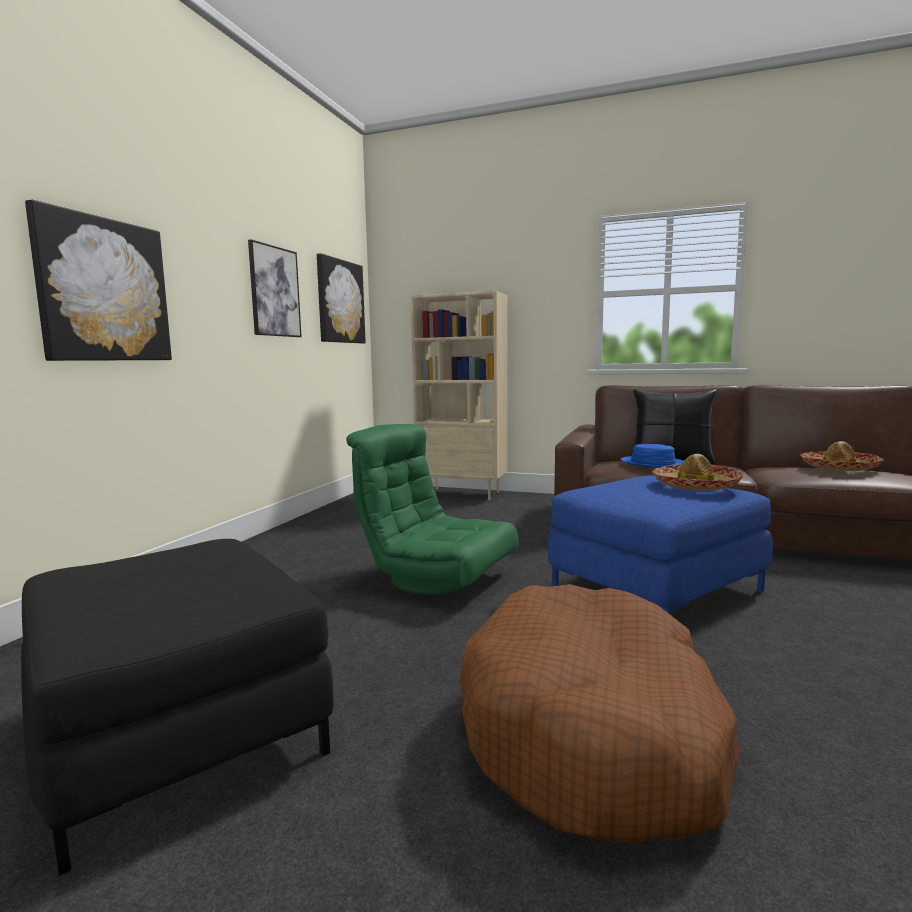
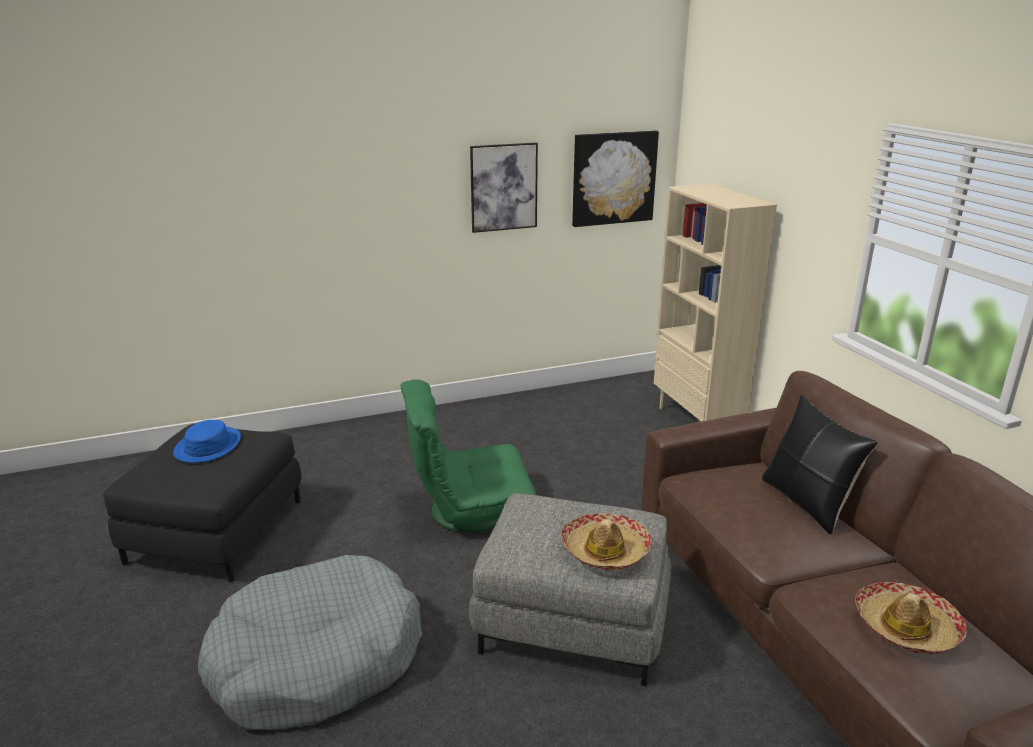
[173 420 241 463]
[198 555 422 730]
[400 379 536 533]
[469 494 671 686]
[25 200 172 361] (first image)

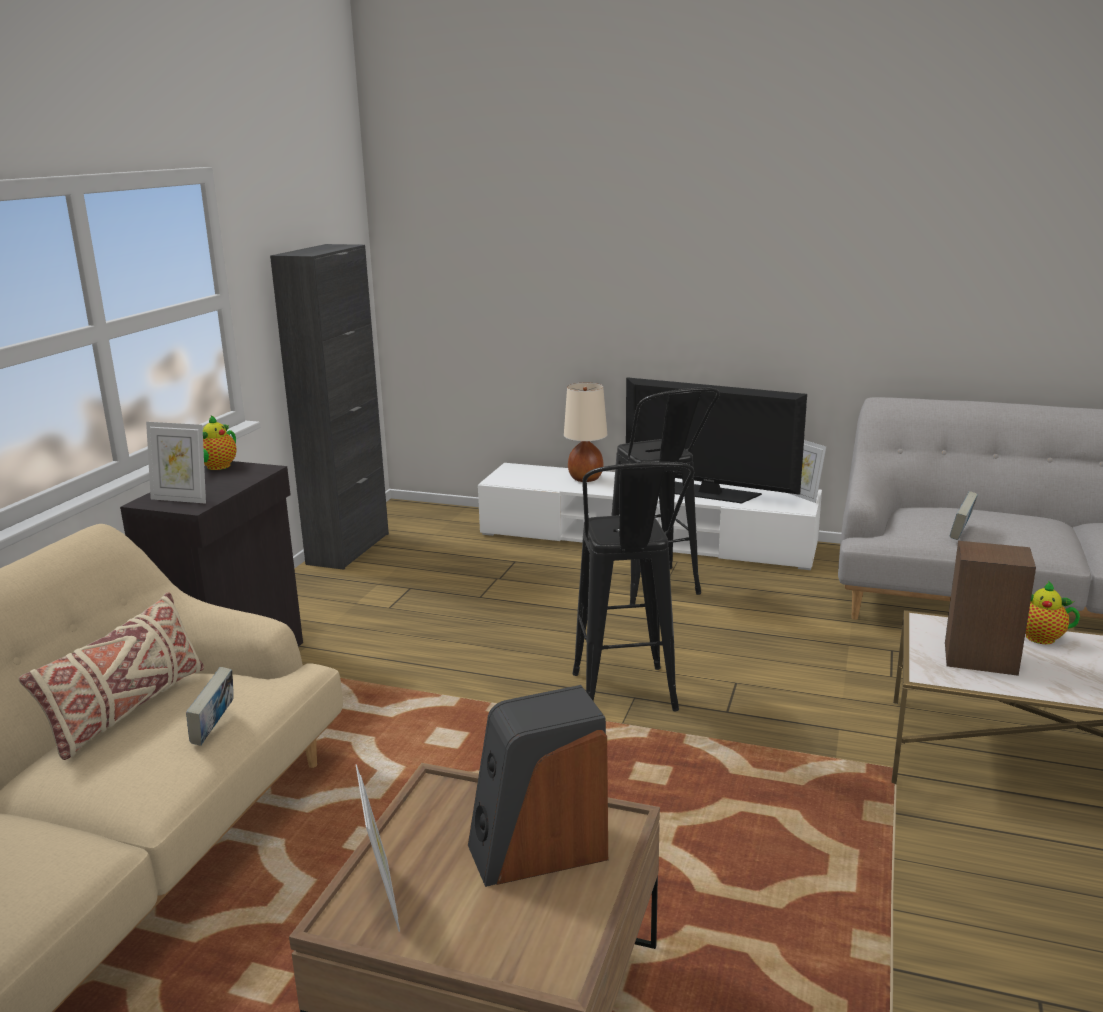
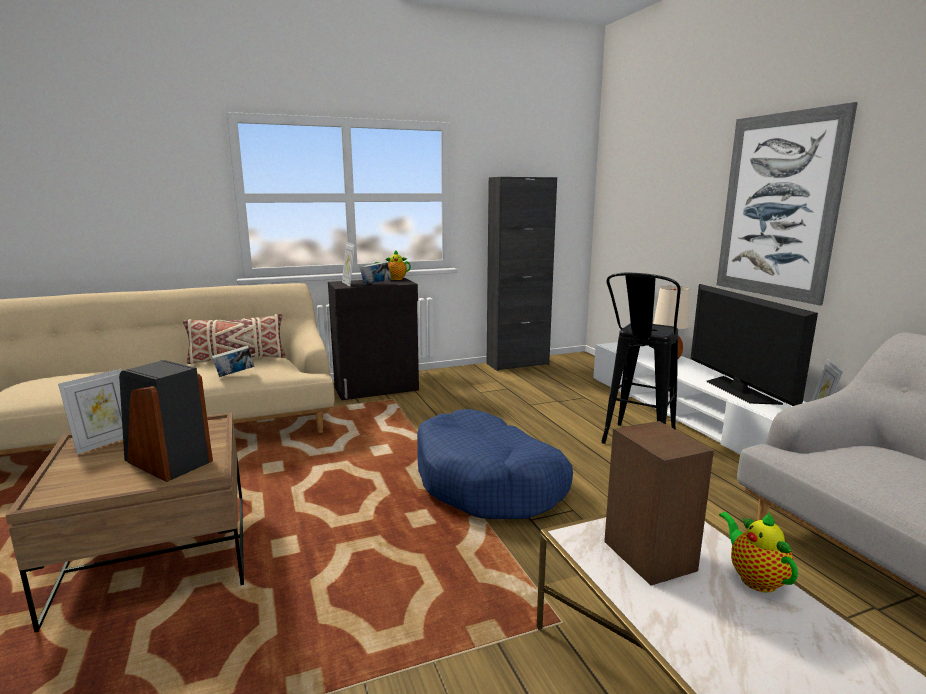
[360 261 391 285]
[417 409 573 519]
[717 102 858 305]

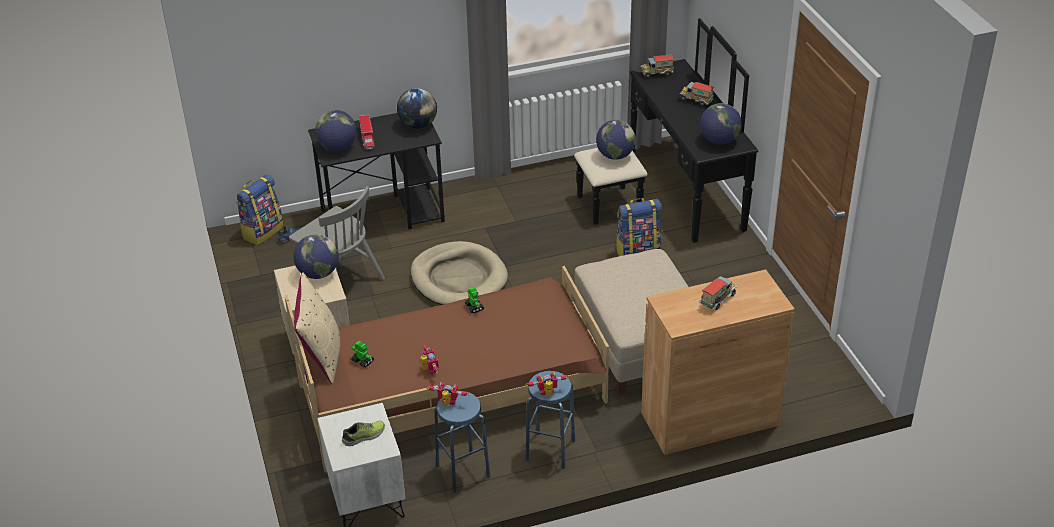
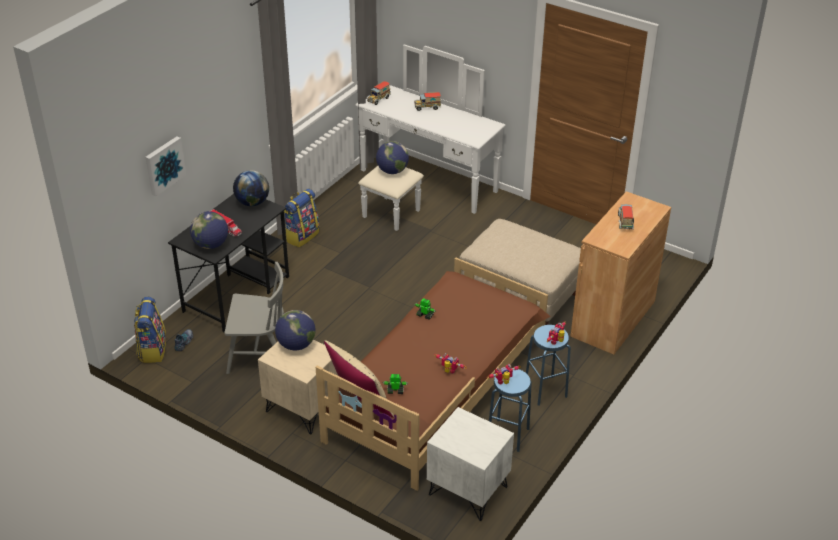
[145 136 186 196]
[284 189 320 247]
[356 44 505 231]
[342 421 385 446] (first image)
[411 241 508 305] (first image)
[700 103 742 145] (first image)

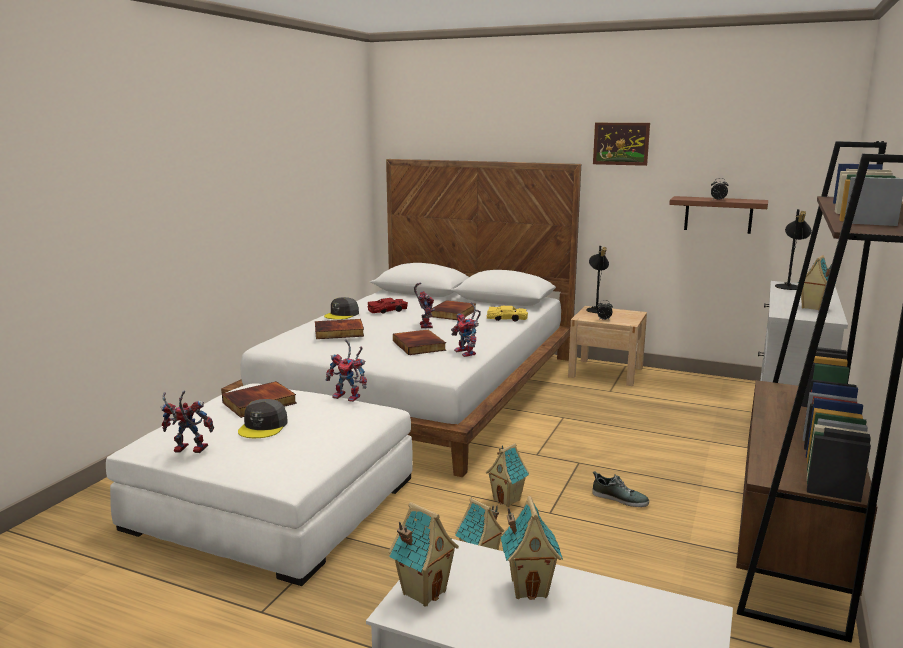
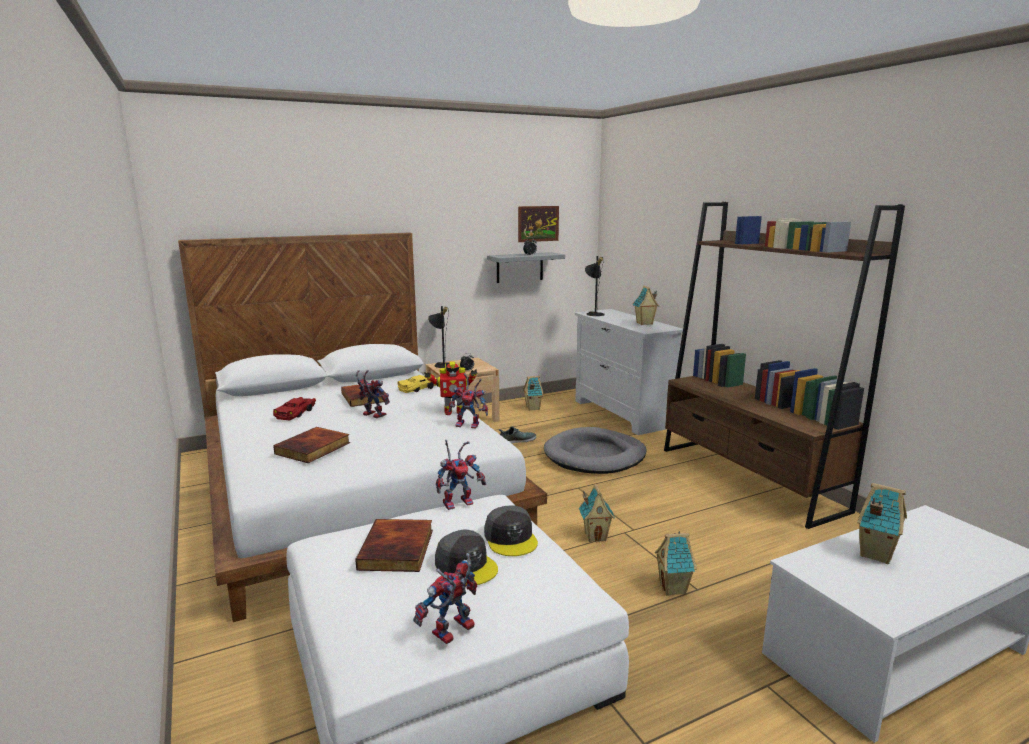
[424 361 478 415]
[484 506 538 556]
[487 252 565 283]
[499 426 536 443]
[518 206 559 242]
[523 376 544 411]
[544 427 647 474]
[393 329 446 355] (first image)

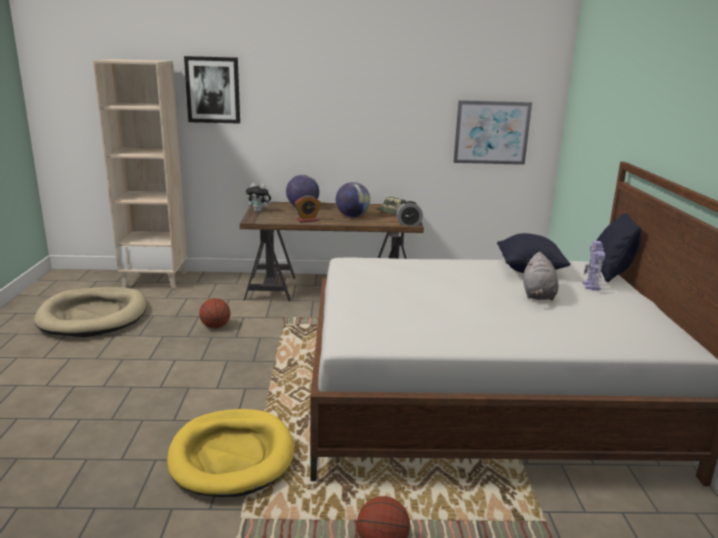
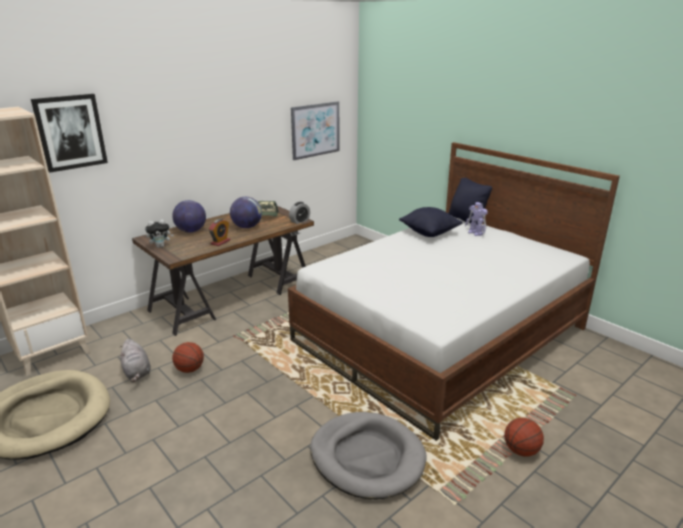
[119 339 151 382]
[310 412 426 499]

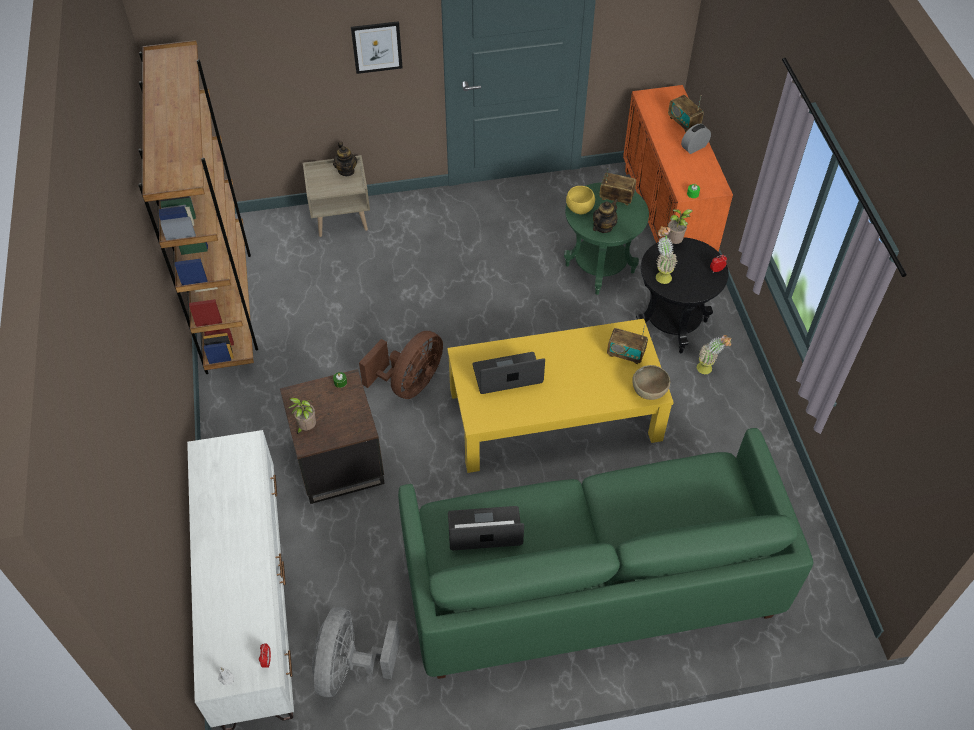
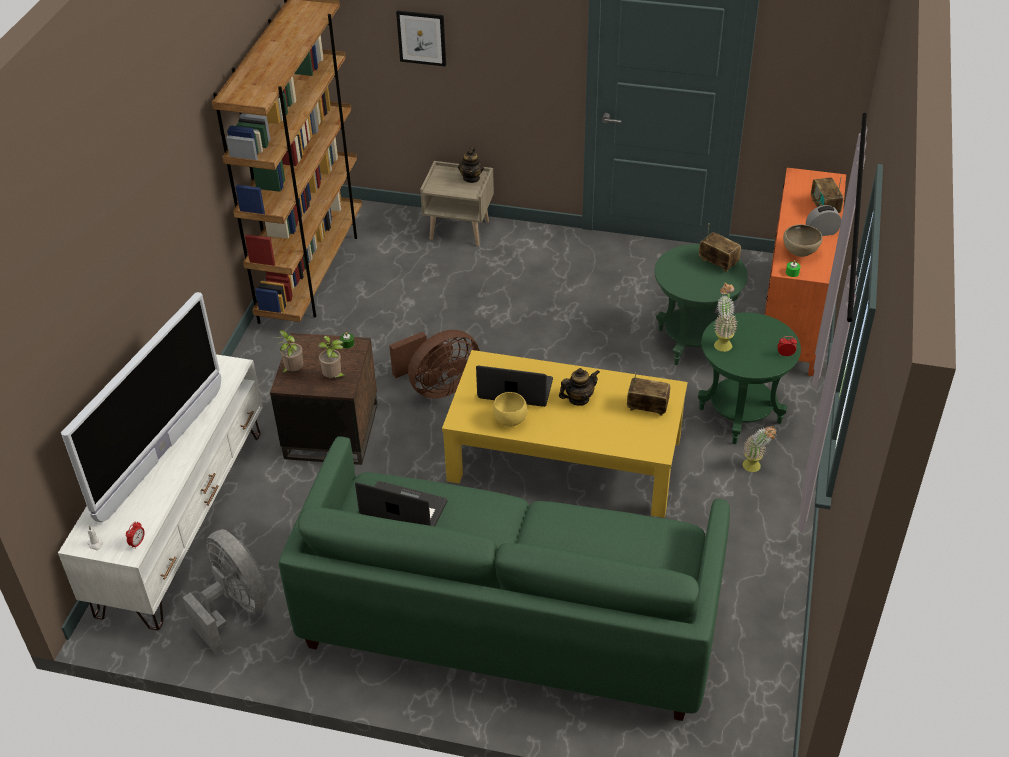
[61 292 221 522]
[183 529 269 654]
[319 336 347 378]
[396 10 446 67]
[493 392 528 427]
[559 368 600 406]
[627 372 670 416]
[698 312 801 444]
[783 224 822 257]

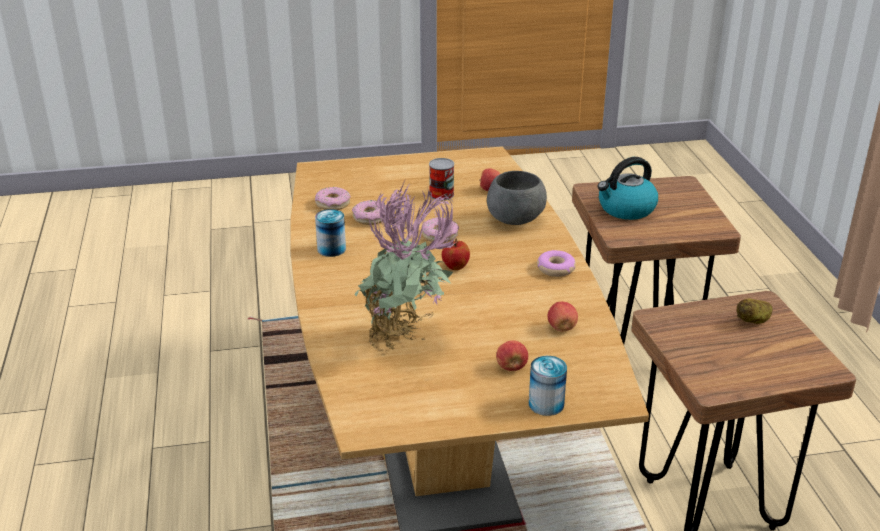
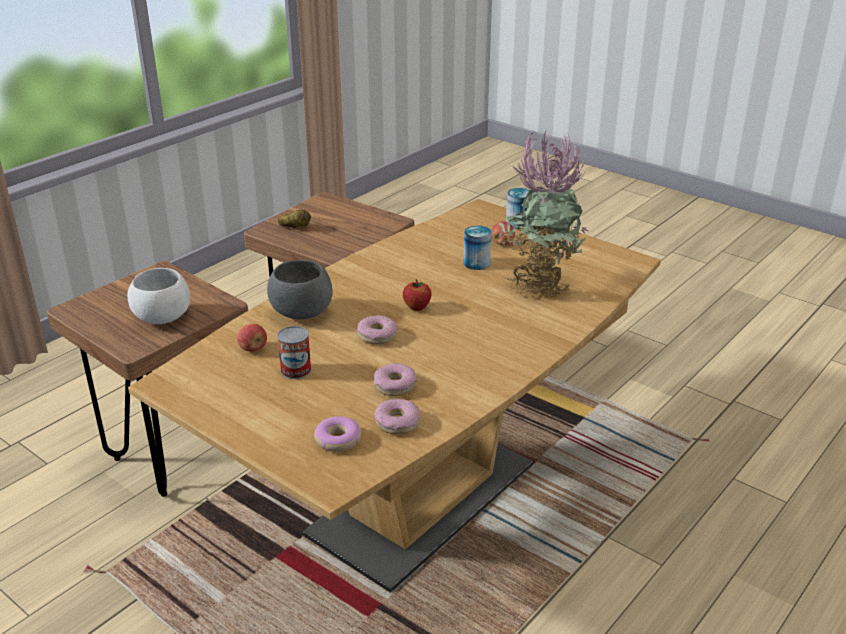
[127 268 190 324]
[314 416 361 452]
[464 226 492 270]
[548 302 578 331] (first image)

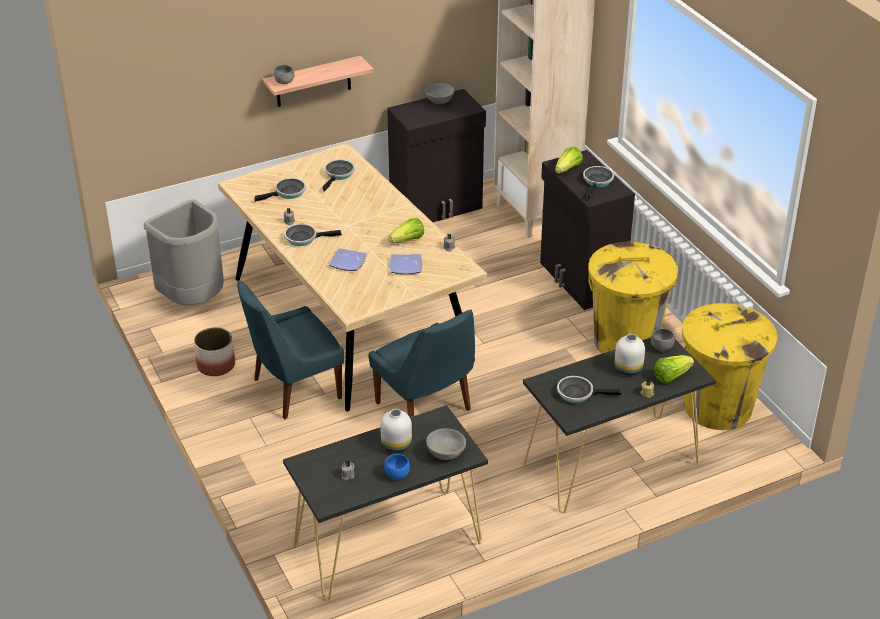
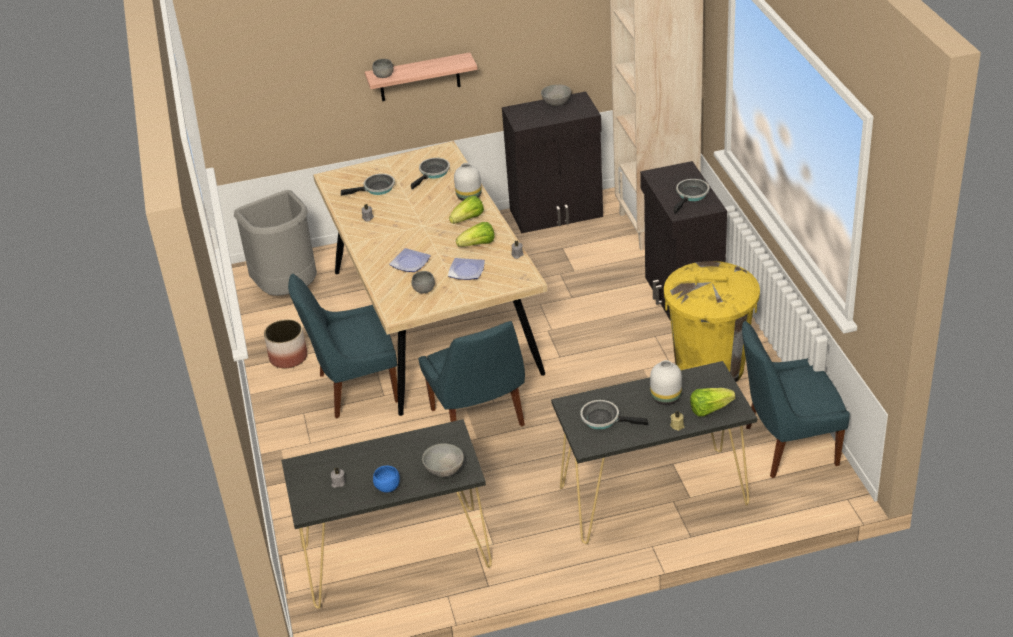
[411 271 435 294]
[449 196 484 224]
[454 163 482 201]
[742 321 850 478]
[284 224 342 246] (first image)

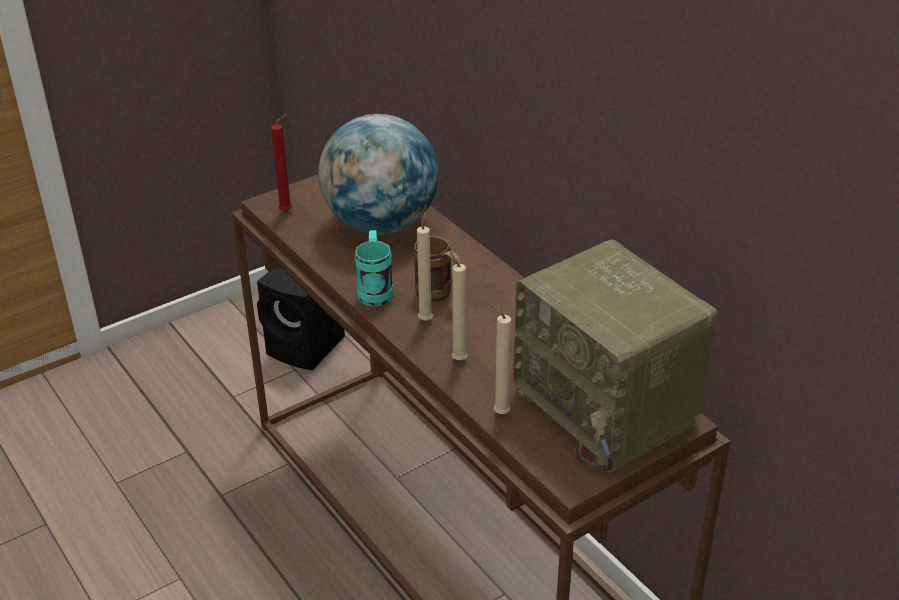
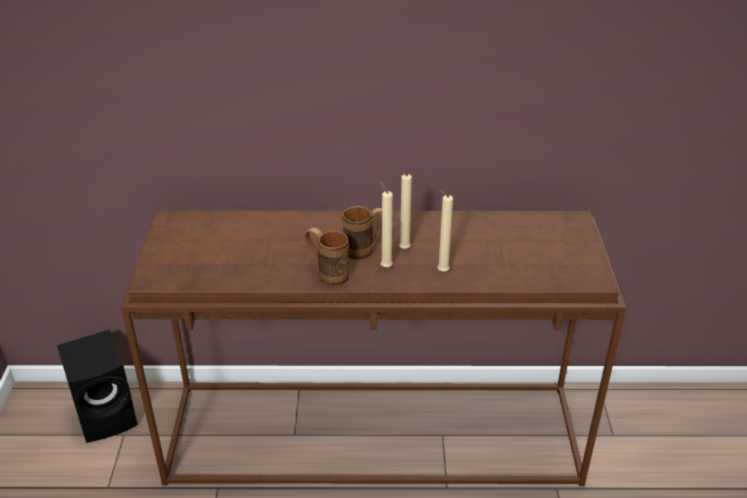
[305 228 349 286]
[398 171 412 249]
[271 114 292 212] (first image)
[318 114 439 235] (first image)
[513 239 718 473] (first image)

